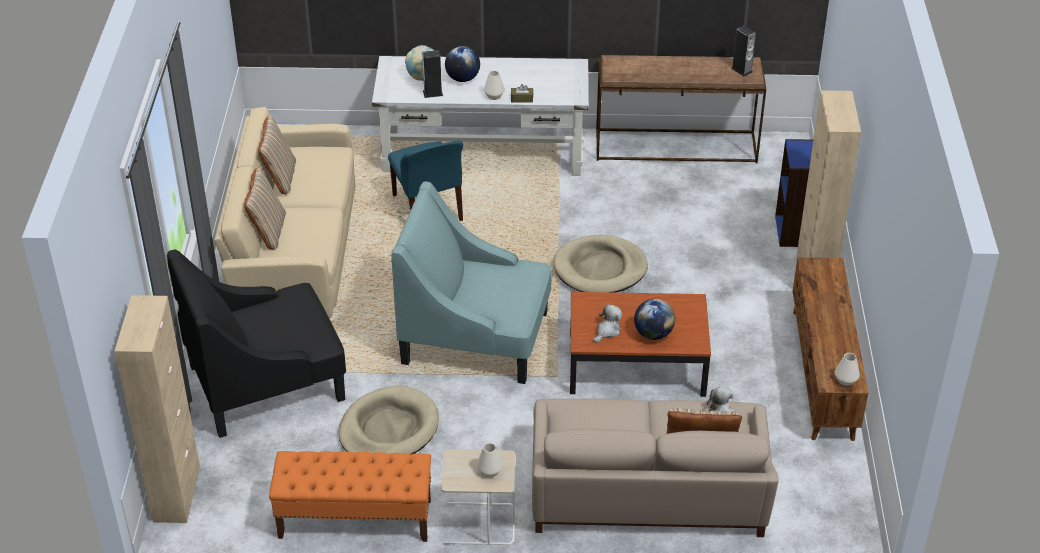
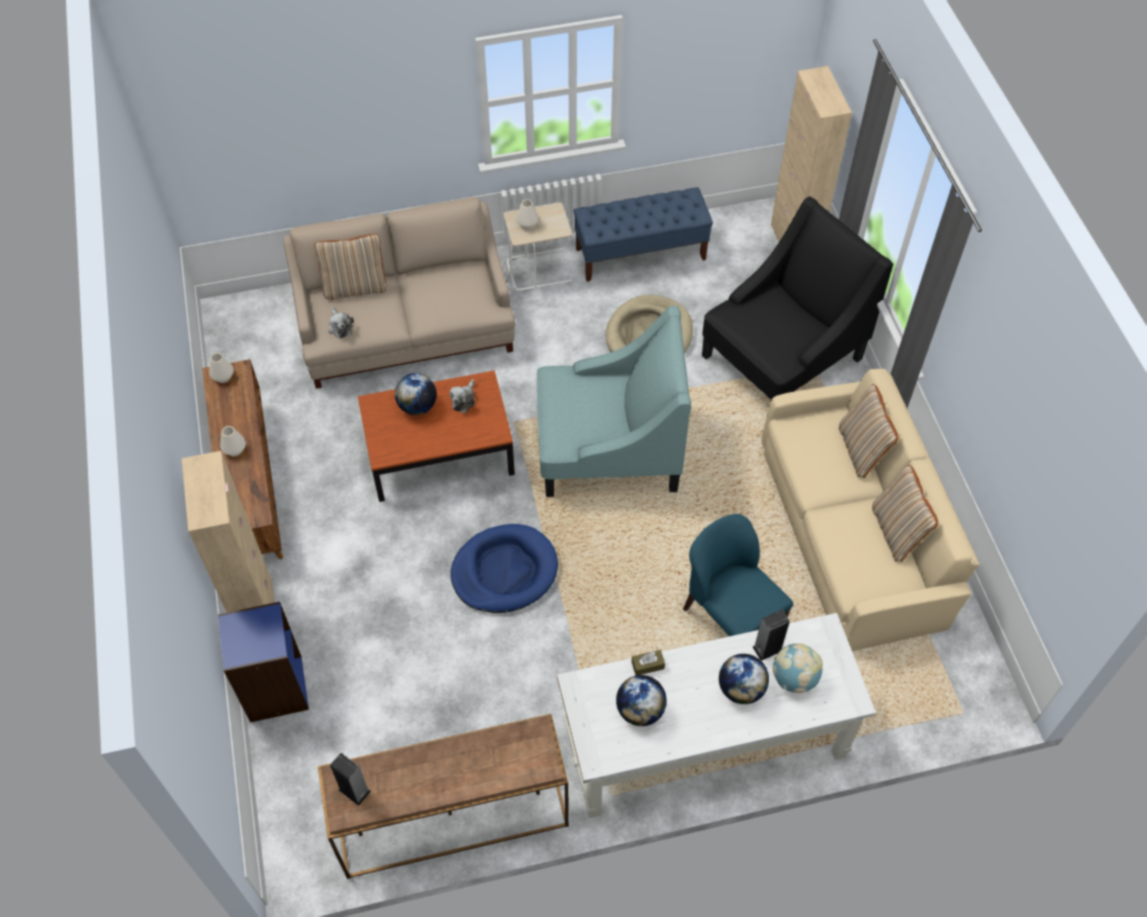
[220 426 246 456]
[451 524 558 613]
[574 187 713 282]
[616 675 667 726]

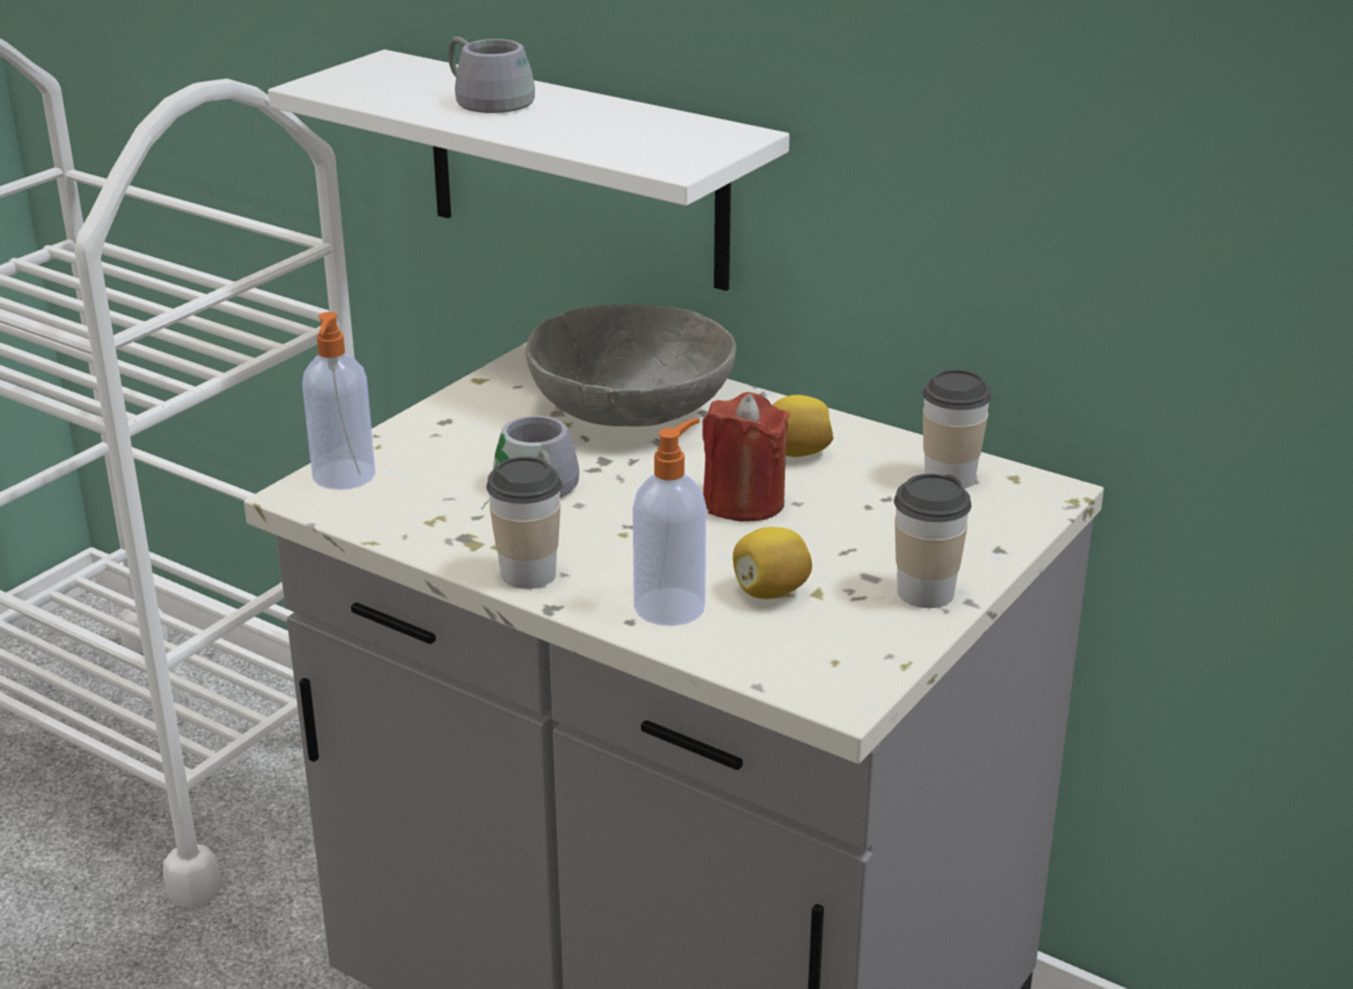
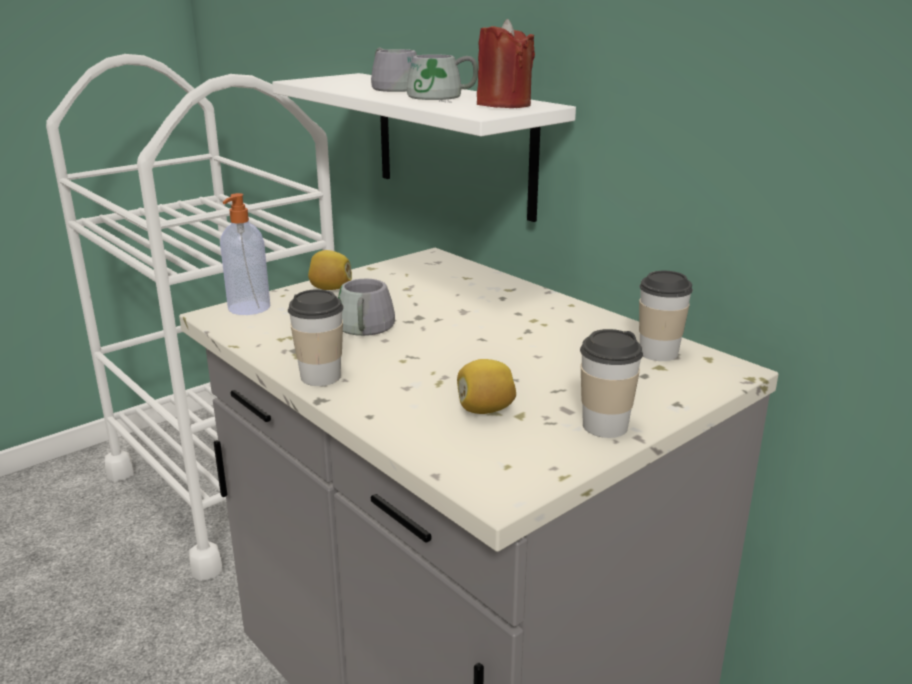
[308 250 352 290]
[407 54 478 103]
[477 19 535 108]
[525 304 736 427] (first image)
[633 418 706 626] (first image)

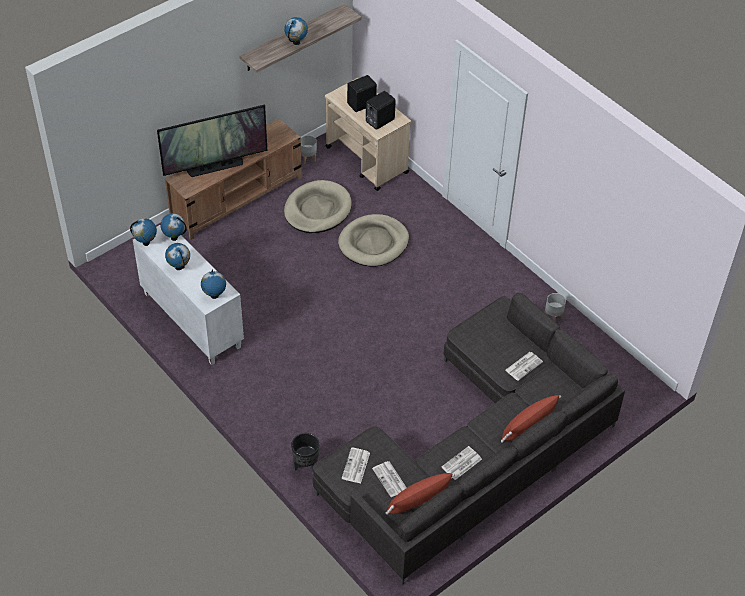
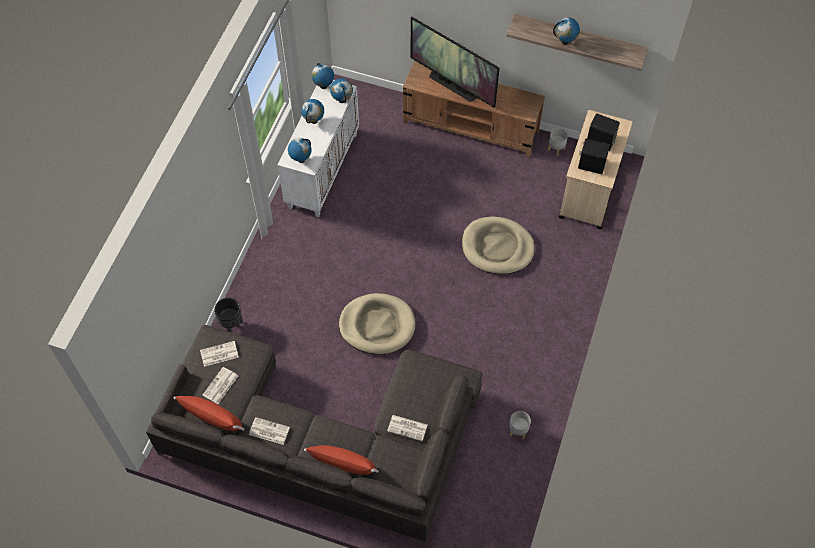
[339 293 415 355]

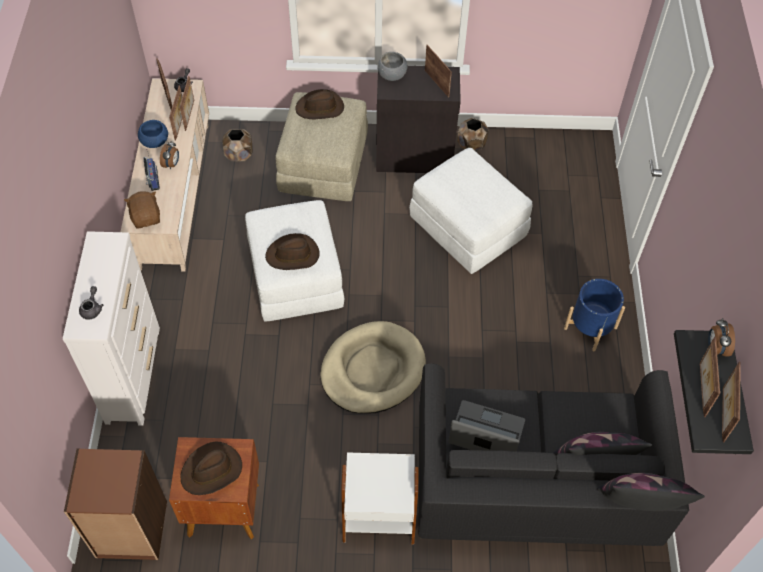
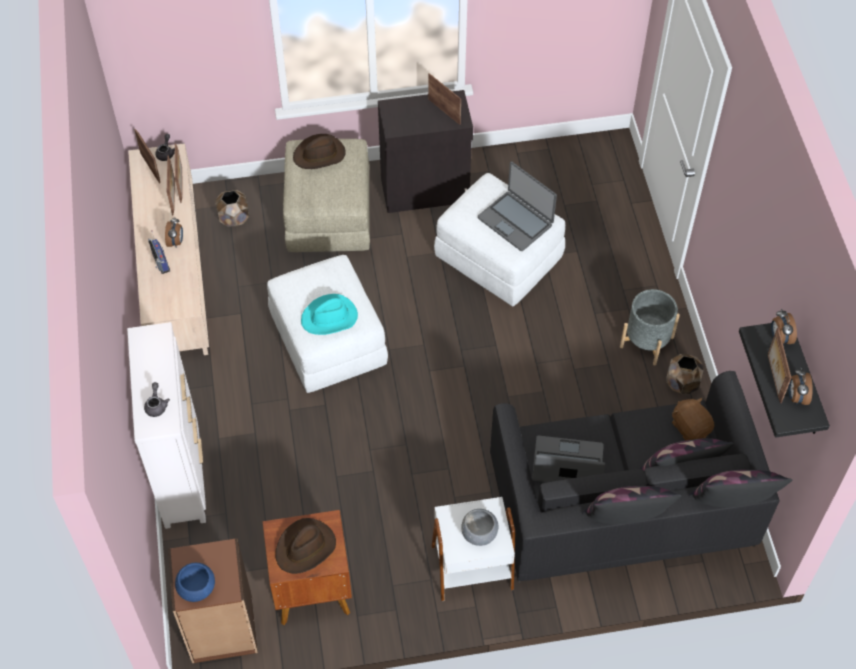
[175 563 215 602]
[301 294 358 335]
[461 509 499 546]
[478 161 557 251]
[582 486 681 524]
[620 289 680 366]
[666 354 704 394]
[672 397 715 441]
[789 368 813 405]
[320 321 426 414] (first image)

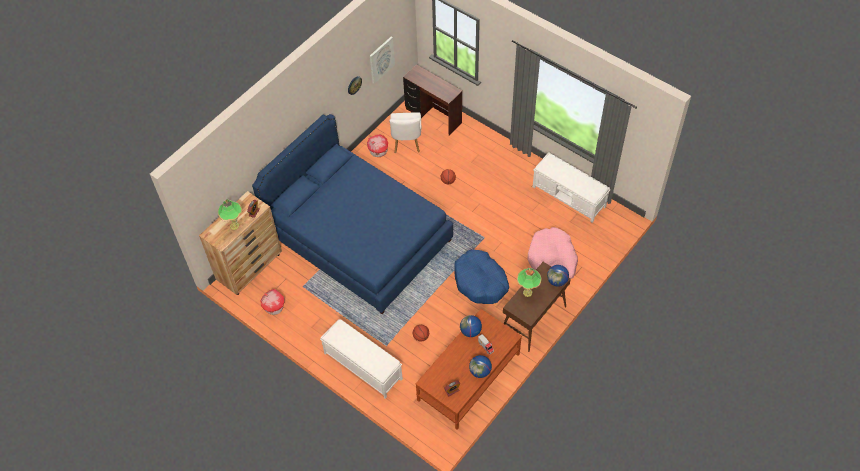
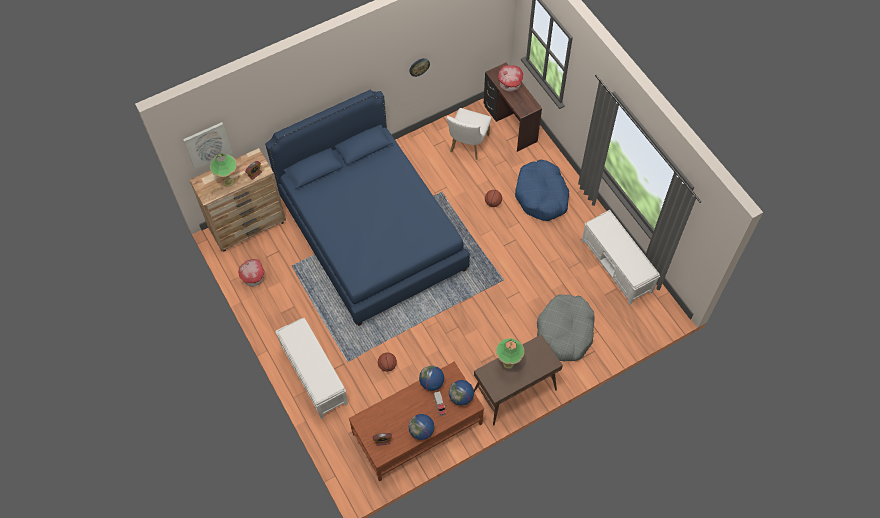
[183 122 232 169]
[449 380 474 406]
[498 65 523 92]
[515 160 569 221]
[537 295 595 361]

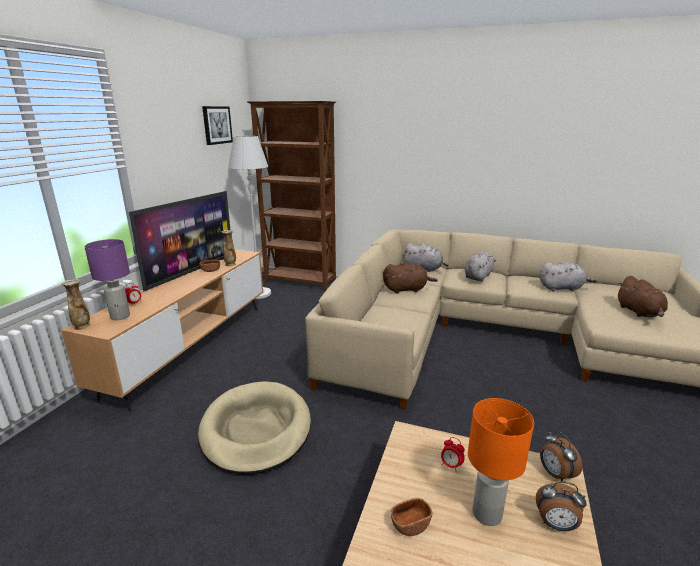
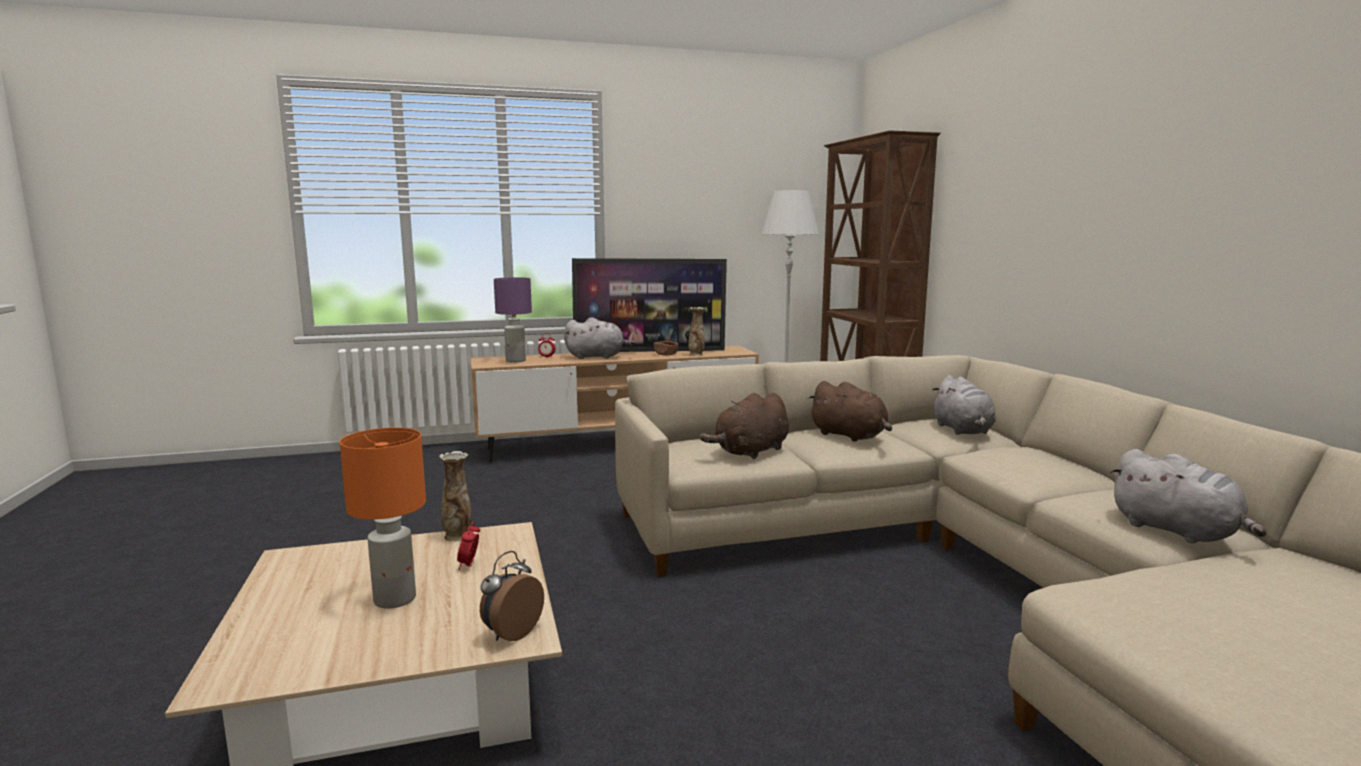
[439 451 472 542]
[564 317 636 359]
[700 393 789 459]
[198 381 311 475] (first image)
[202 106 233 145] (first image)
[391 498 432 536] (first image)
[536 481 587 531] (first image)

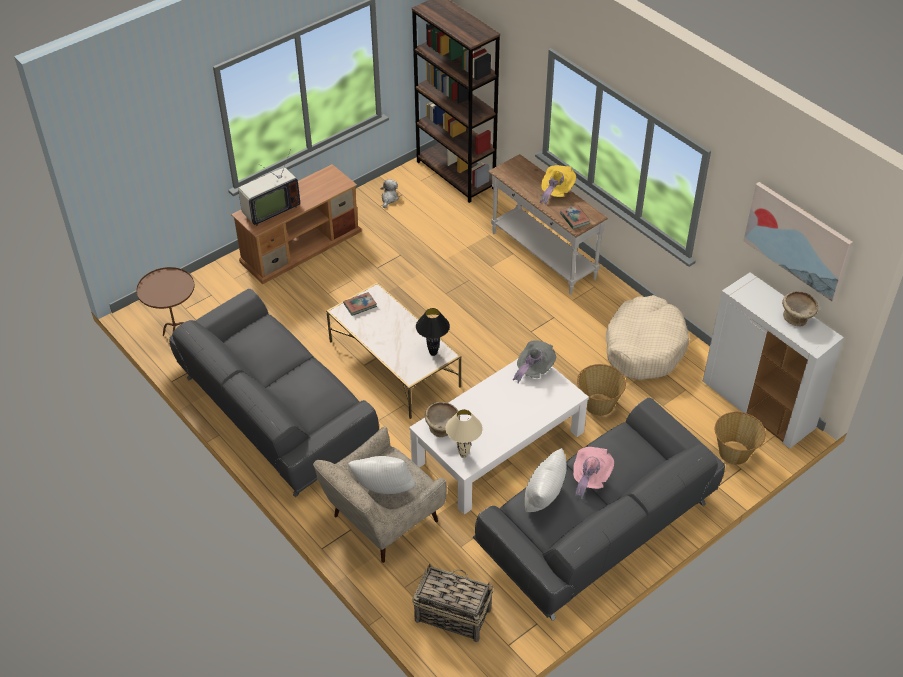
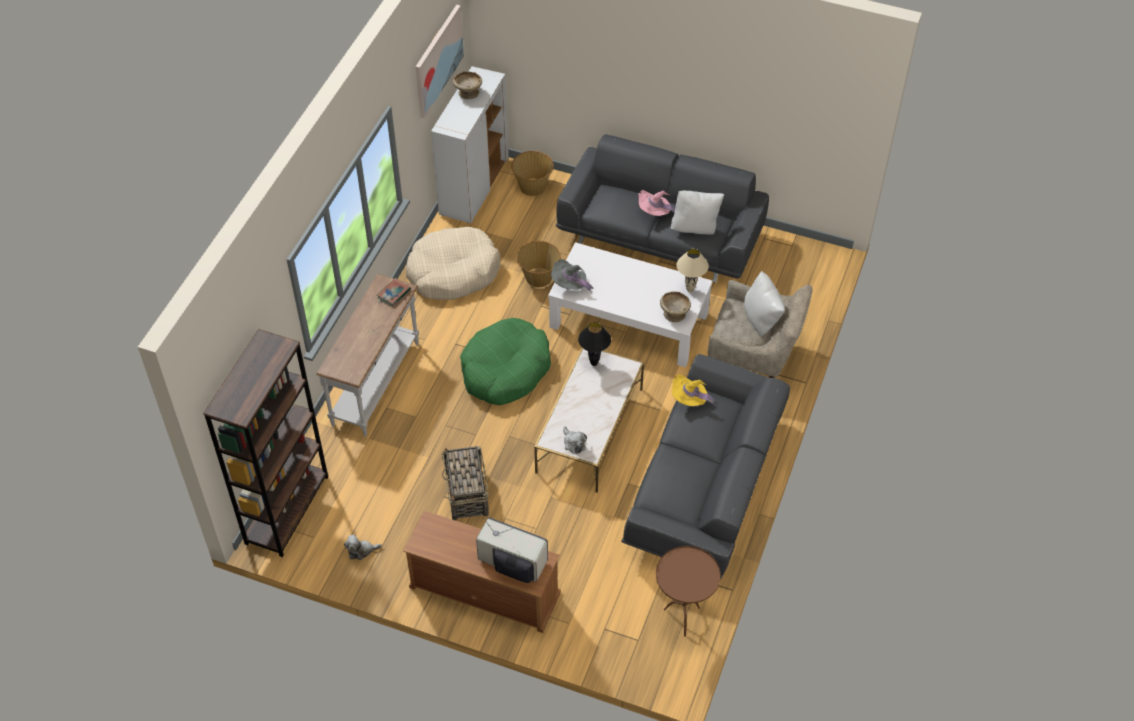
[442 446 489 521]
[460 318 551 405]
[563 426 587 454]
[672 374 715 406]

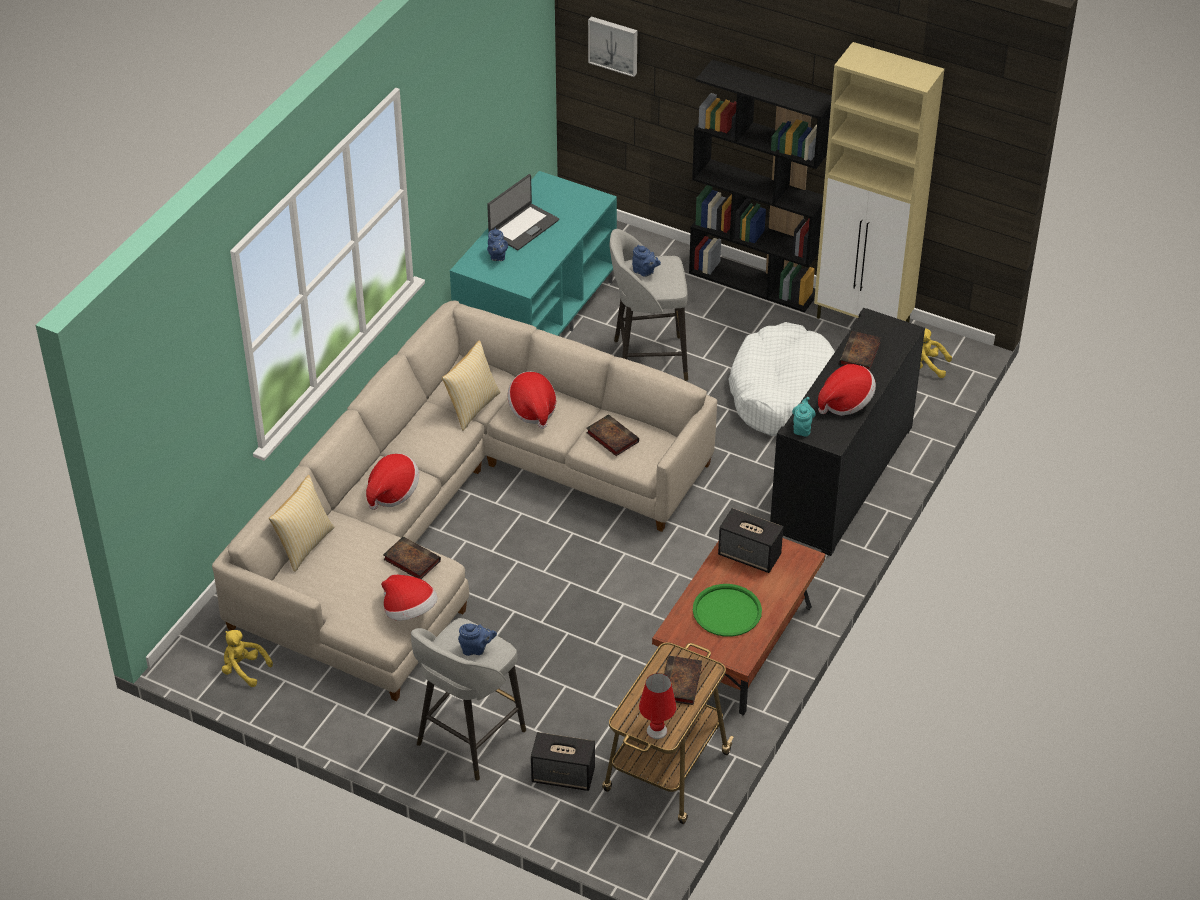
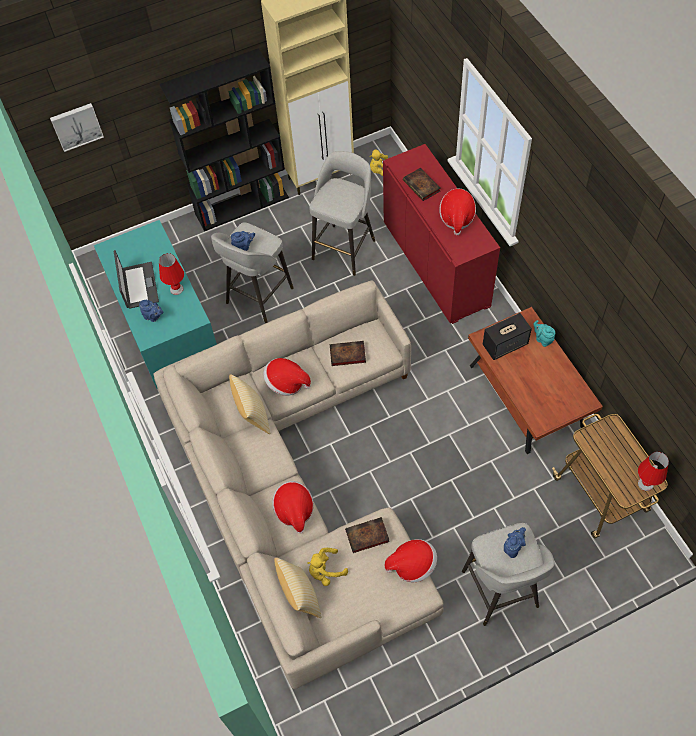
[159 253 184 295]
[307 548 348 586]
[309 151 376 276]
[383 144 500 324]
[533 320 555 347]
[531 732 595 791] (first image)
[664 656 702 705] (first image)
[693 584 762 637] (first image)

